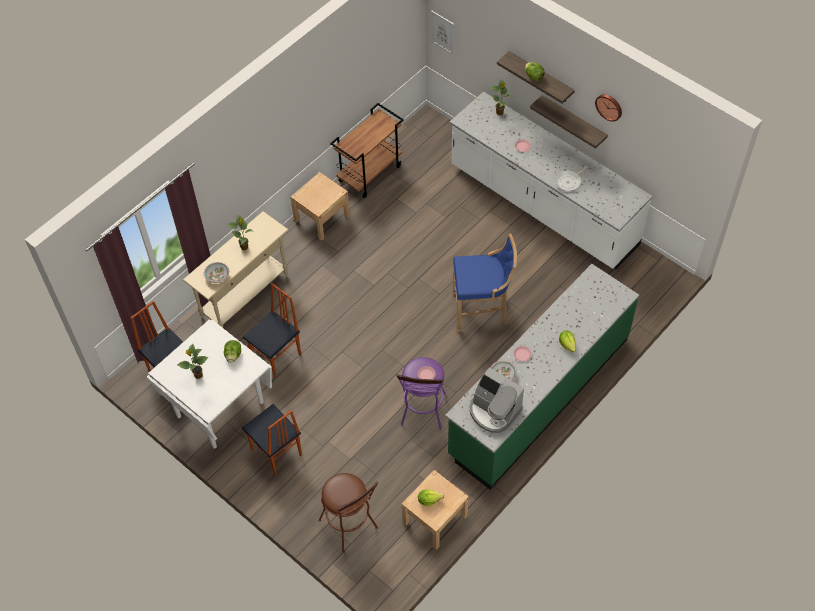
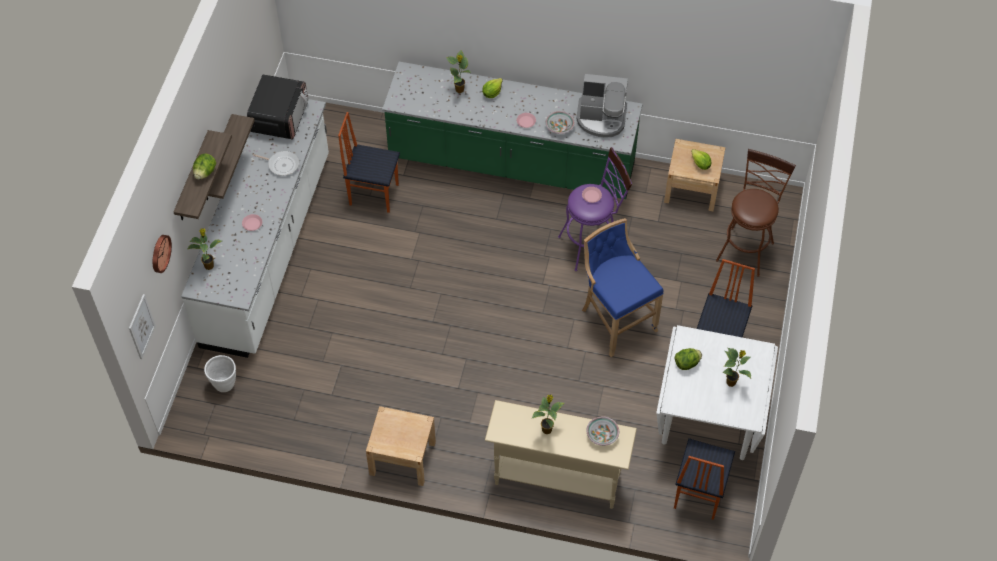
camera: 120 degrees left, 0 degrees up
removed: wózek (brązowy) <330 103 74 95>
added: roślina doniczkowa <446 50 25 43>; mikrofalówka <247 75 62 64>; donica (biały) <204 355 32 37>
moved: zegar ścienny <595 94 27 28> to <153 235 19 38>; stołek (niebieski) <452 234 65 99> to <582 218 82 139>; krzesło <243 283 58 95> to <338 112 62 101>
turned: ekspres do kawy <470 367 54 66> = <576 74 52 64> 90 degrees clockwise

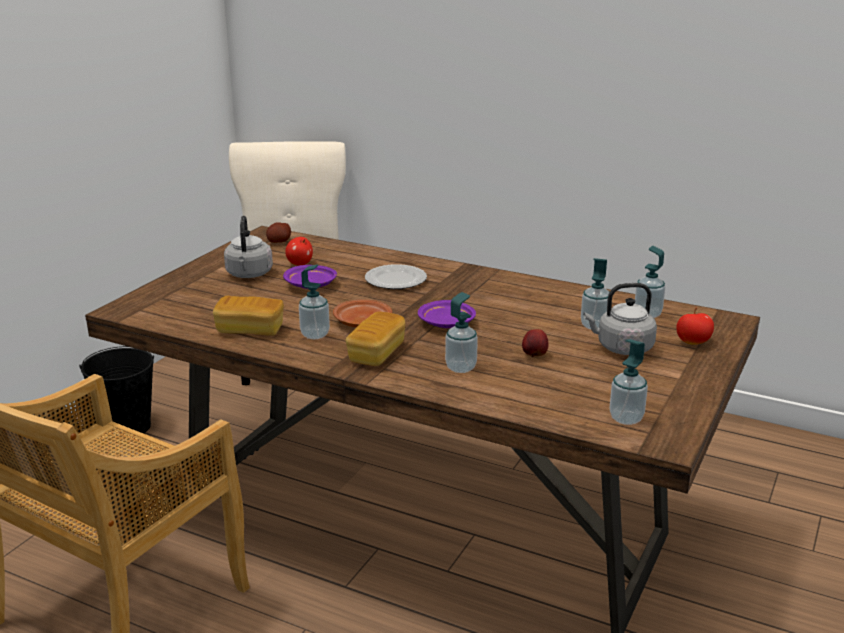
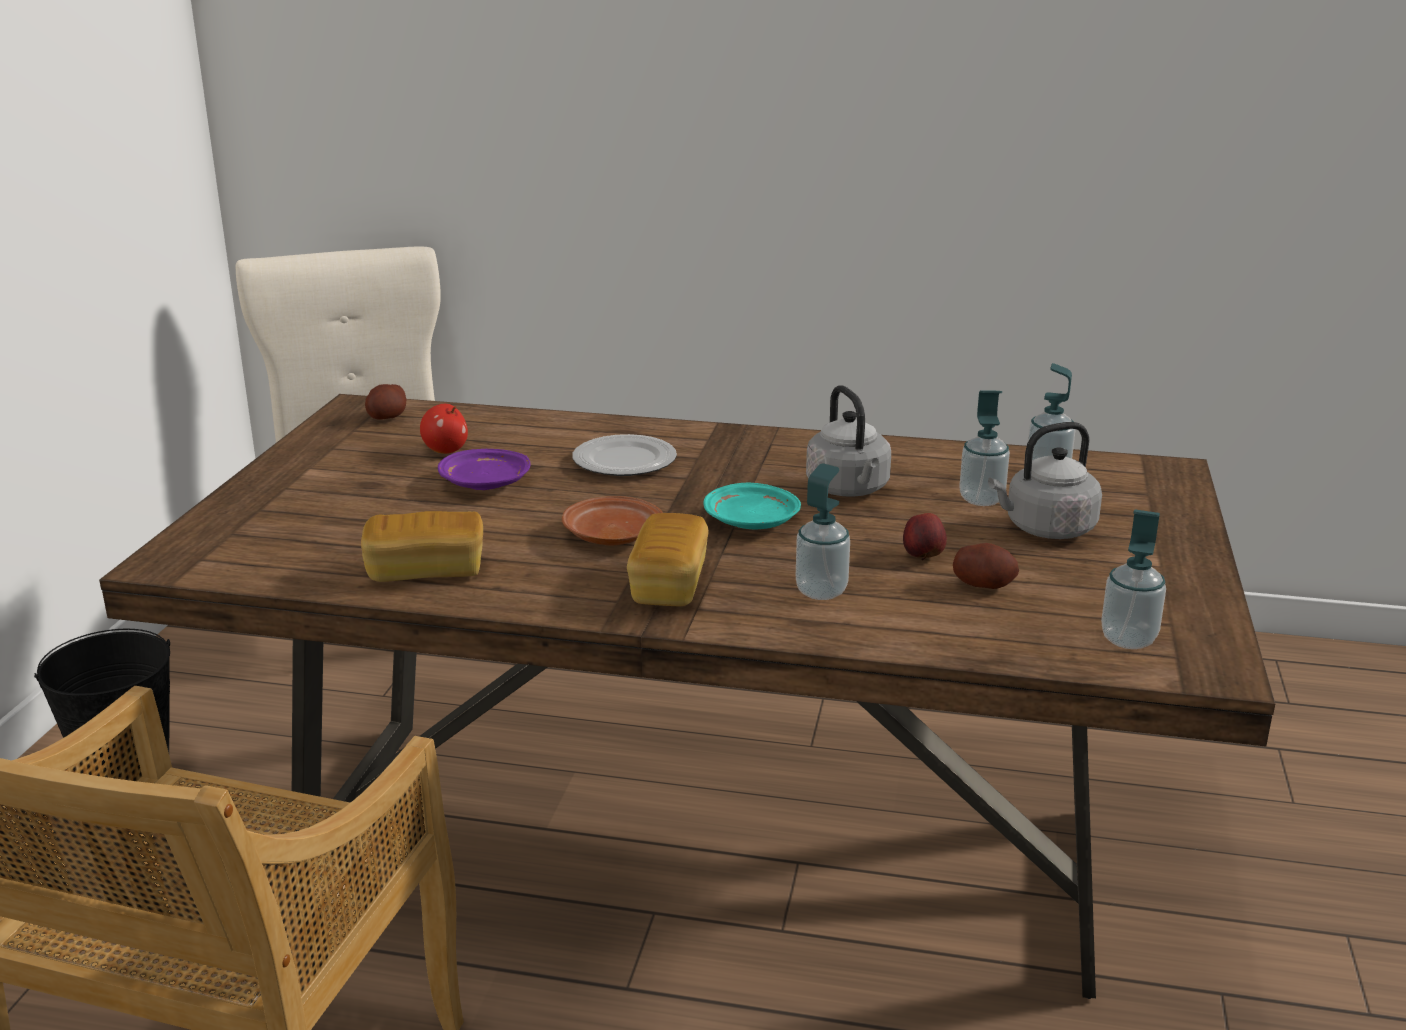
camera: 15 degrees left, 0 degrees up
removed: dozownik mydła <299 264 31 75>; jabłko <676 308 38 37>
added: ziemniak <953 543 66 46>
moved: czajnik (szary) <224 216 49 62> to <806 385 85 112>
recoloured: talerz (fioletowy) <418 300 58 28> to talerz (turkusowy) <704 483 97 47>

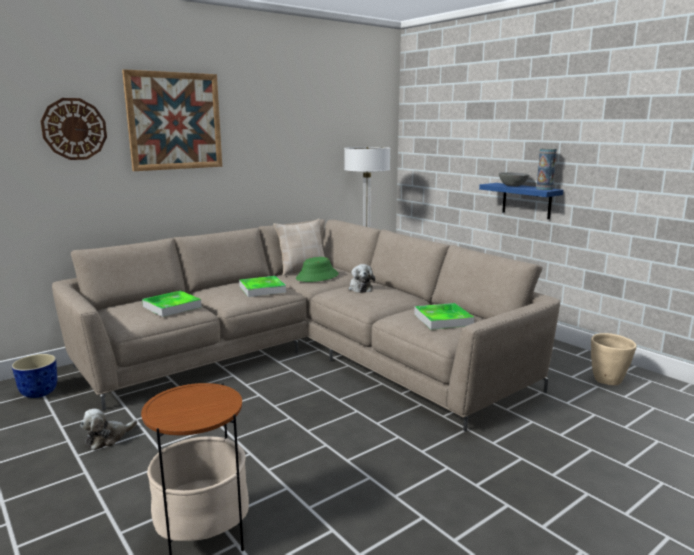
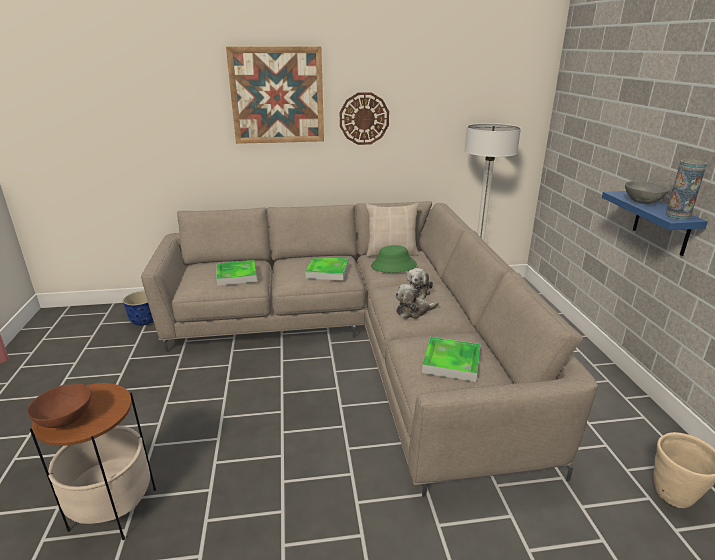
camera: 30 degrees right, 10 degrees up
added: miska (brązowy) <27 384 64 44>
moved: zegar ścienny <41 98 66 62> to <340 92 49 53>; pluszak <80 409 57 41> to <395 284 44 35>

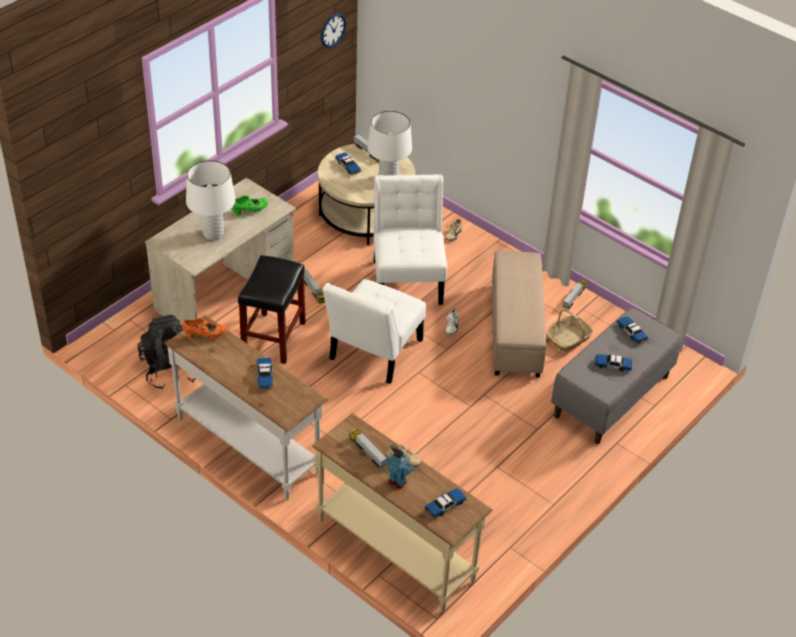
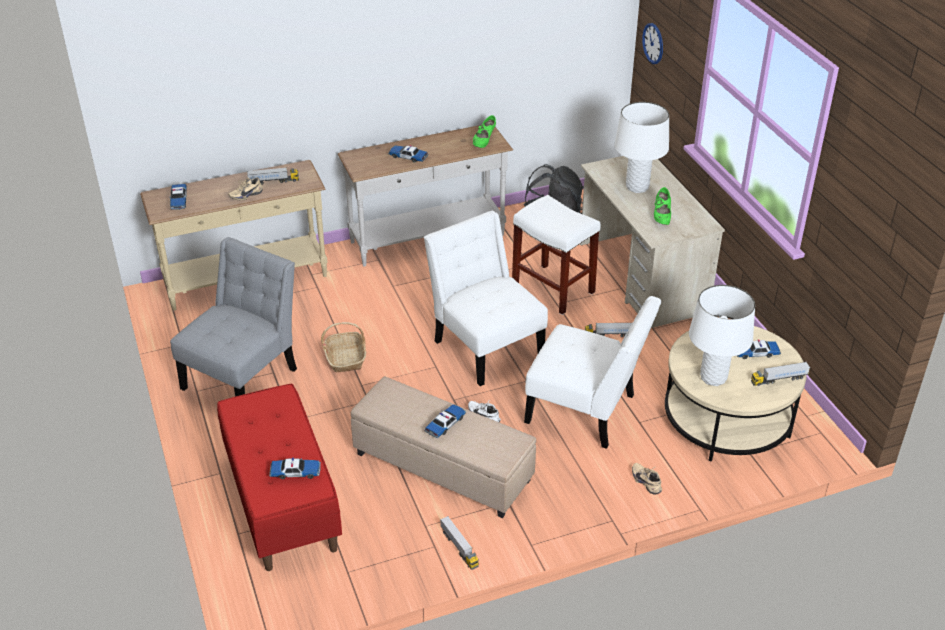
camera: 120 degrees right, 5 degrees down
removed: robot zabawkowy <386 449 28 40>
added: krzesło (szary) <170 237 127 159>
moved: zegar ścienny <321 13 25 35> to <642 23 21 41>; koszyk <547 309 46 43> to <321 322 45 51>; samochodzik <594 354 39 17> to <424 404 42 34>
recoloured: stołek (czarny) <238 255 68 109> to stołek (biały) <512 195 89 120>; ławka (szary) <551 307 131 137> to ławka (czerwony) <217 384 125 187>; but (pomarańczowy) <182 318 45 21> to but (zielony) <473 115 23 33>

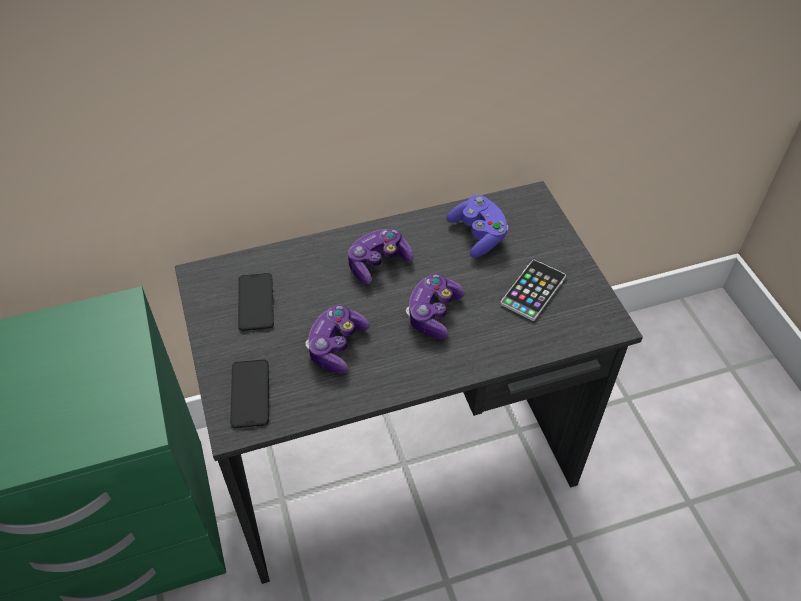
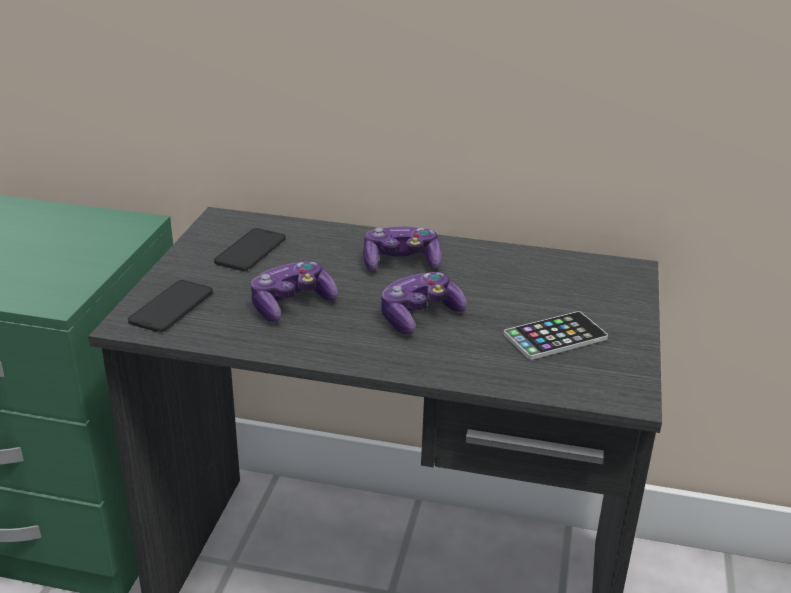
camera: 30 degrees right, 20 degrees down
removed: pad do gier (fioletowy) <447 195 62 63>

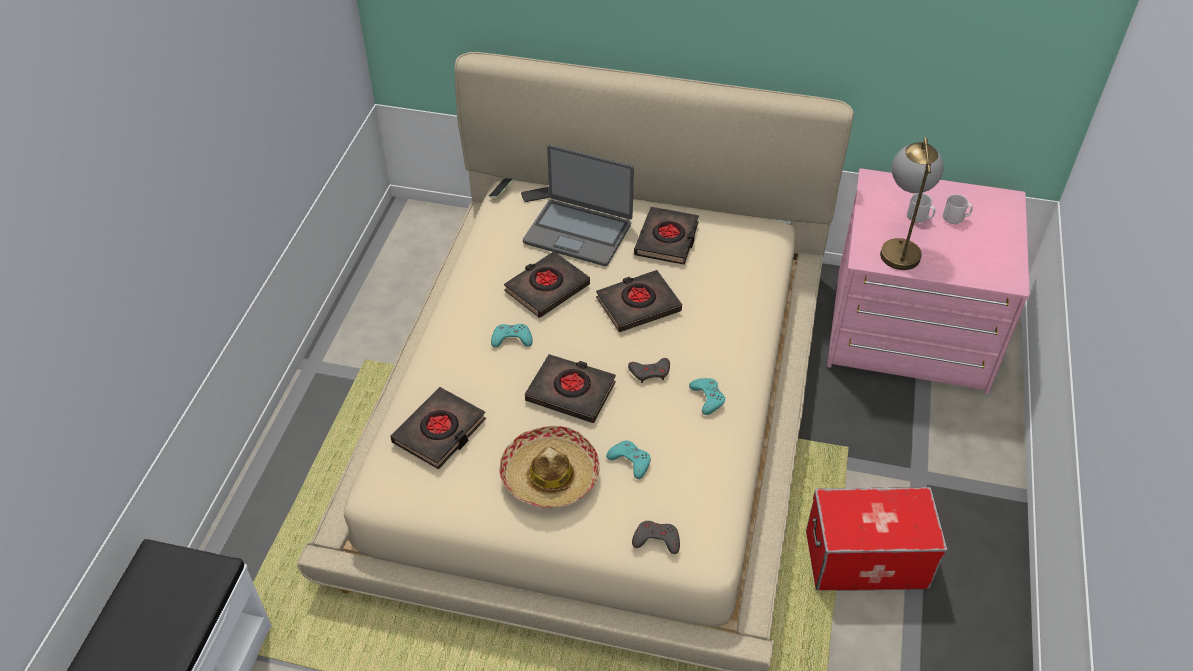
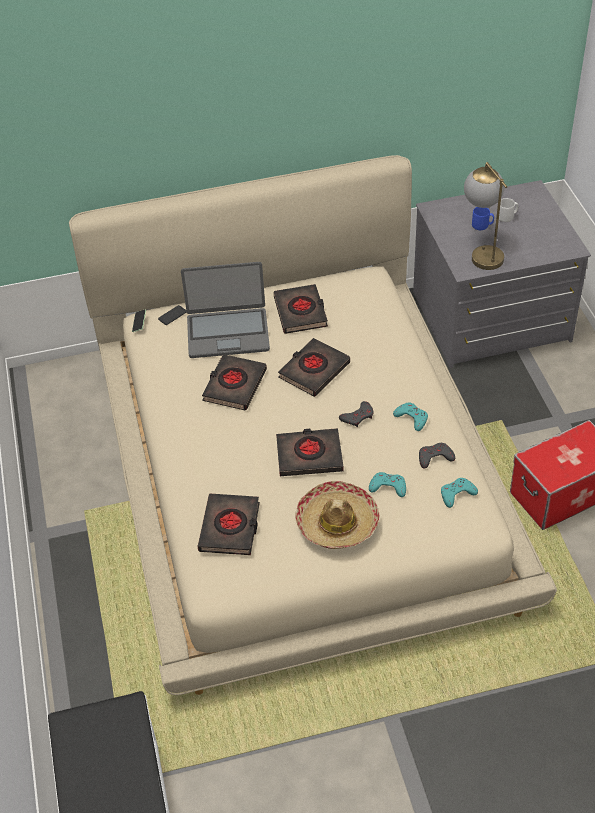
camera: 25 degrees left, 0 degrees up
moved: pad do gier (turkusowy) <491 324 41 24> to <441 478 37 30>; pad do gier (szary) <632 521 48 33> to <419 443 36 25>
recoloured: komoda (różowy) <827 168 203 226> to komoda (szary) <413 180 178 188>; kubek (szary) <907 193 29 30> to kubek (niebieski) <472 207 22 23>

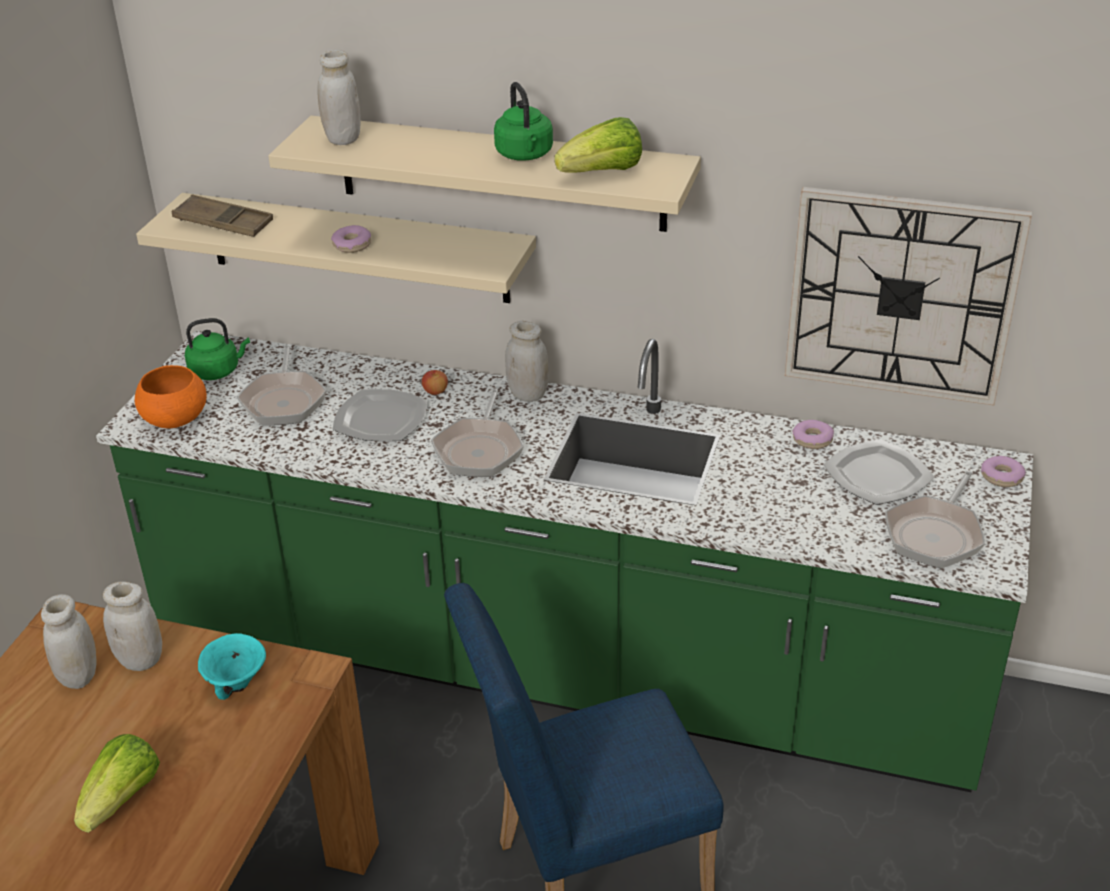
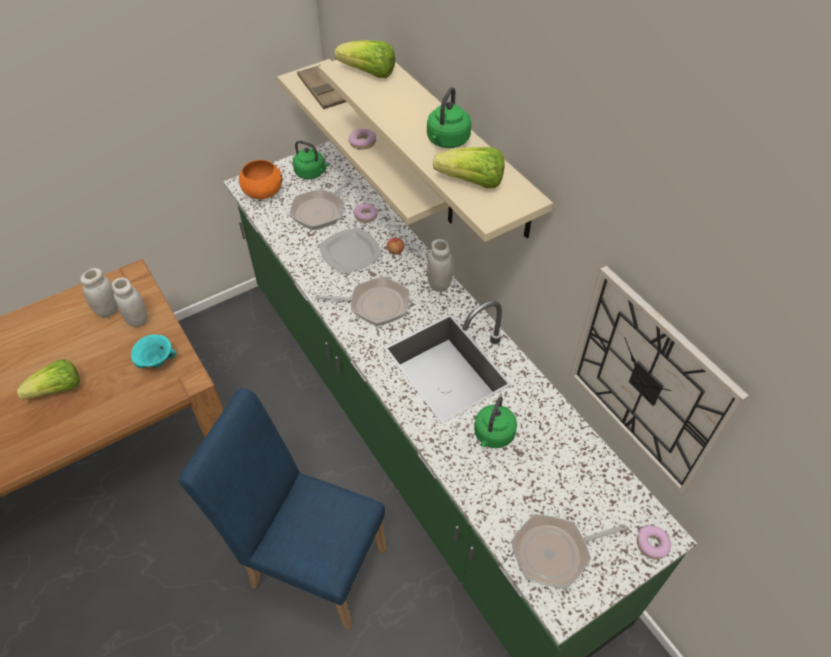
camera: 40 degrees right, 15 degrees up
removed: talerz <823 439 111 66>
added: czajnik (zielony) <474 396 43 52>
moved: donut <792 420 42 29> to <354 203 23 20>
replaced: słoik (biały) <317 50 44 95> to sałata <334 40 61 38>
turned: patelnia <431 389 93 88> = <315 276 94 50> 135 degrees counterclockwise

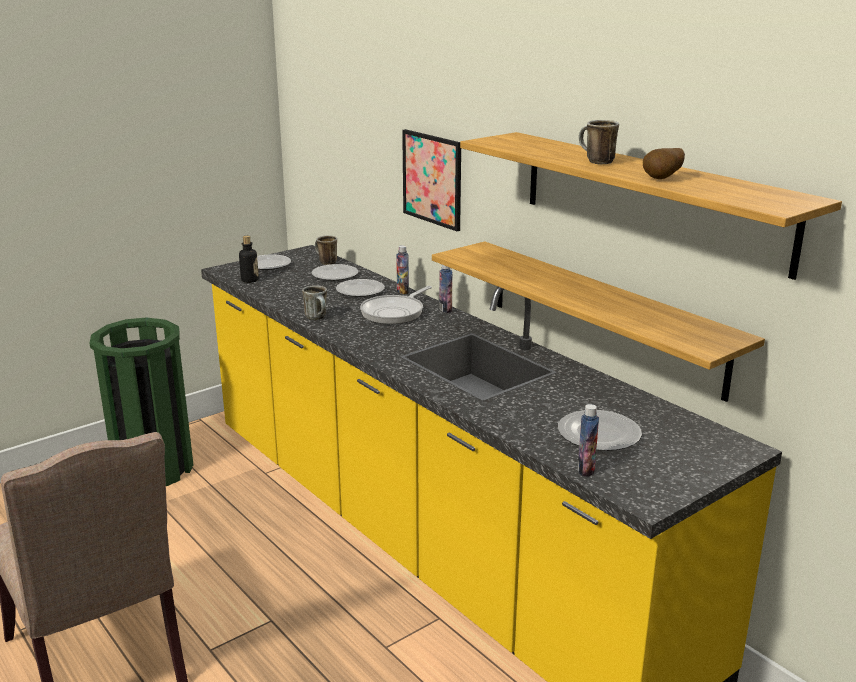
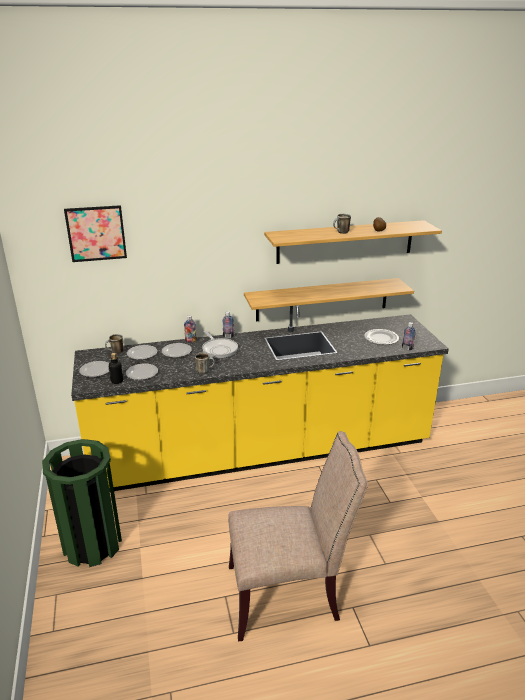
camera: 65 degrees left, 5 degrees up
added: talerz <126 363 32 17>
moved: obraz <402 129 59 102> to <64 205 63 57>

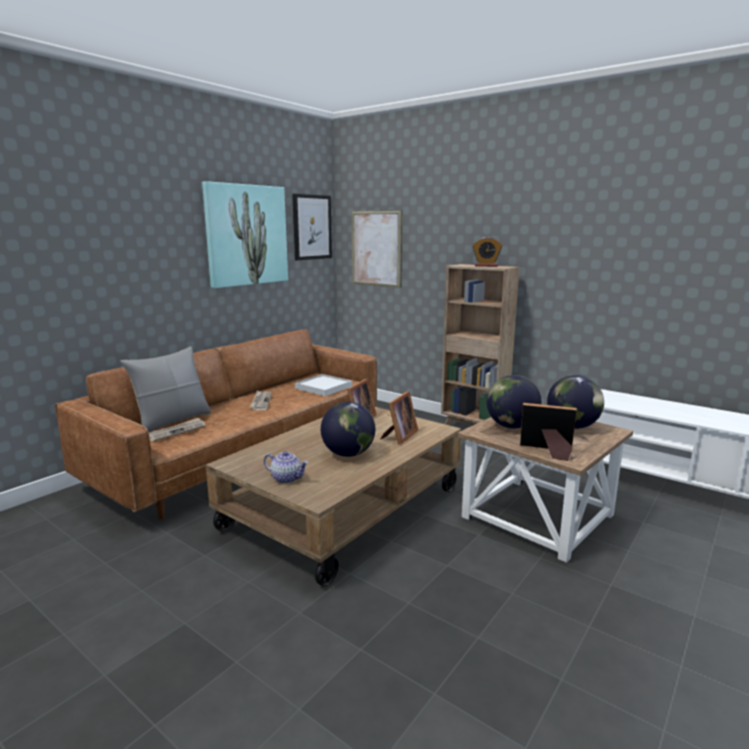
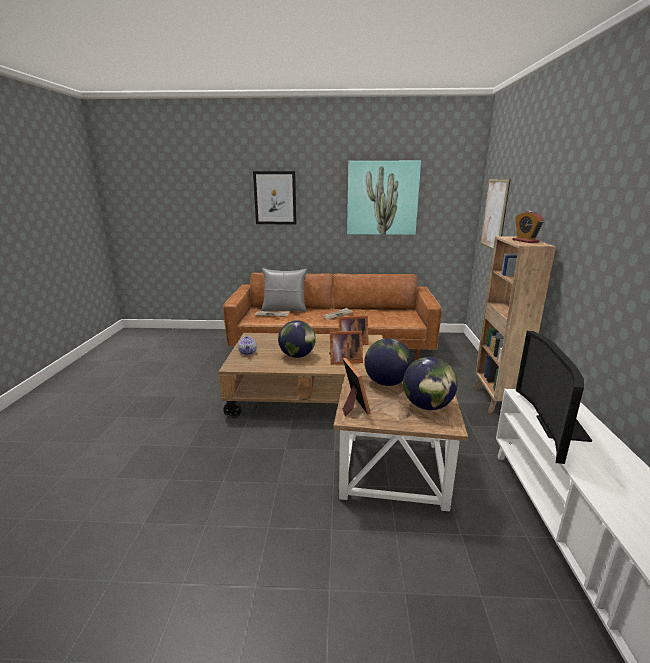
camera: 55 degrees right, 5 degrees up
removed: taca (biały) <295 374 57 22>
added: telewizor <516 331 76 133>
moved: obraz <292 194 40 66> to <253 171 44 53>

